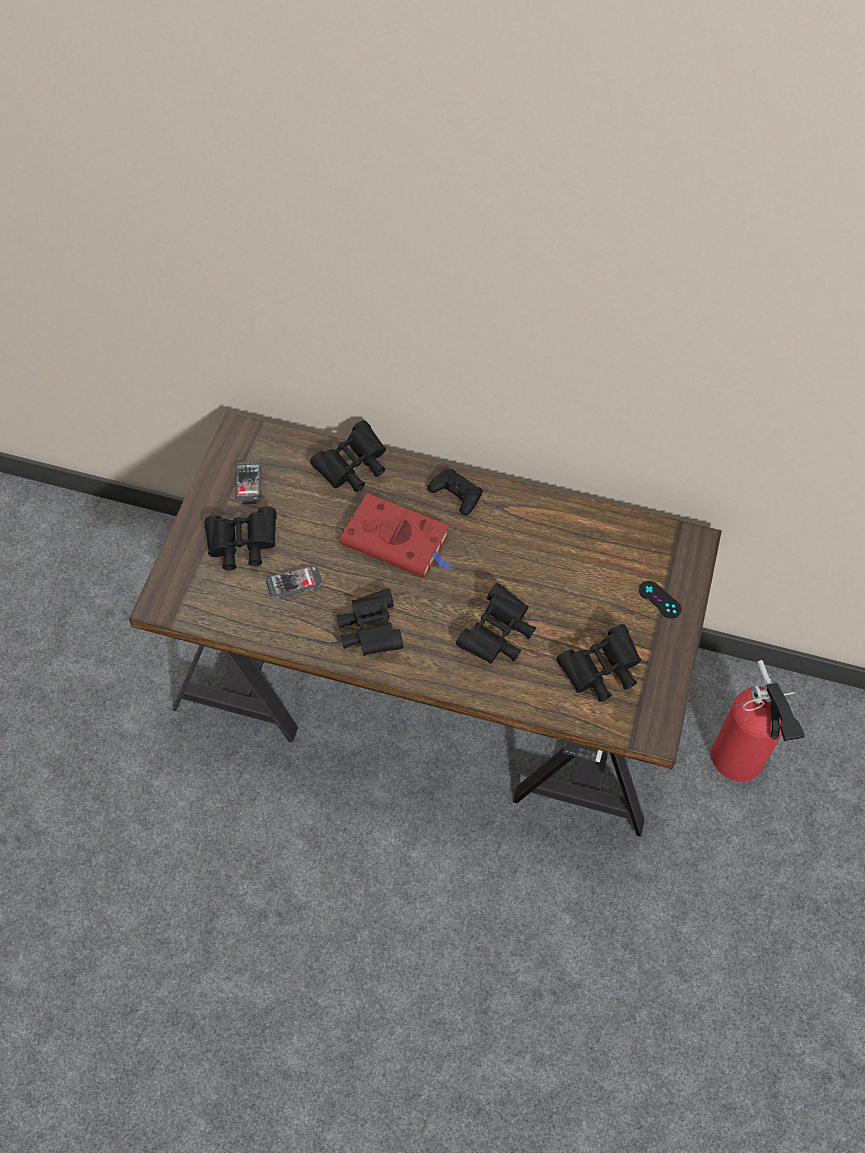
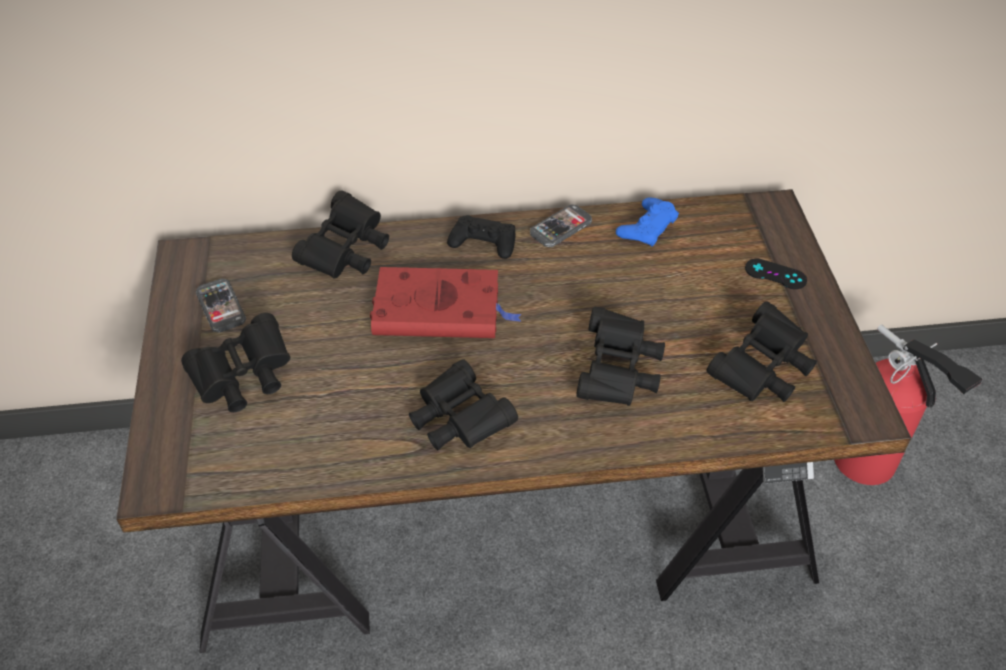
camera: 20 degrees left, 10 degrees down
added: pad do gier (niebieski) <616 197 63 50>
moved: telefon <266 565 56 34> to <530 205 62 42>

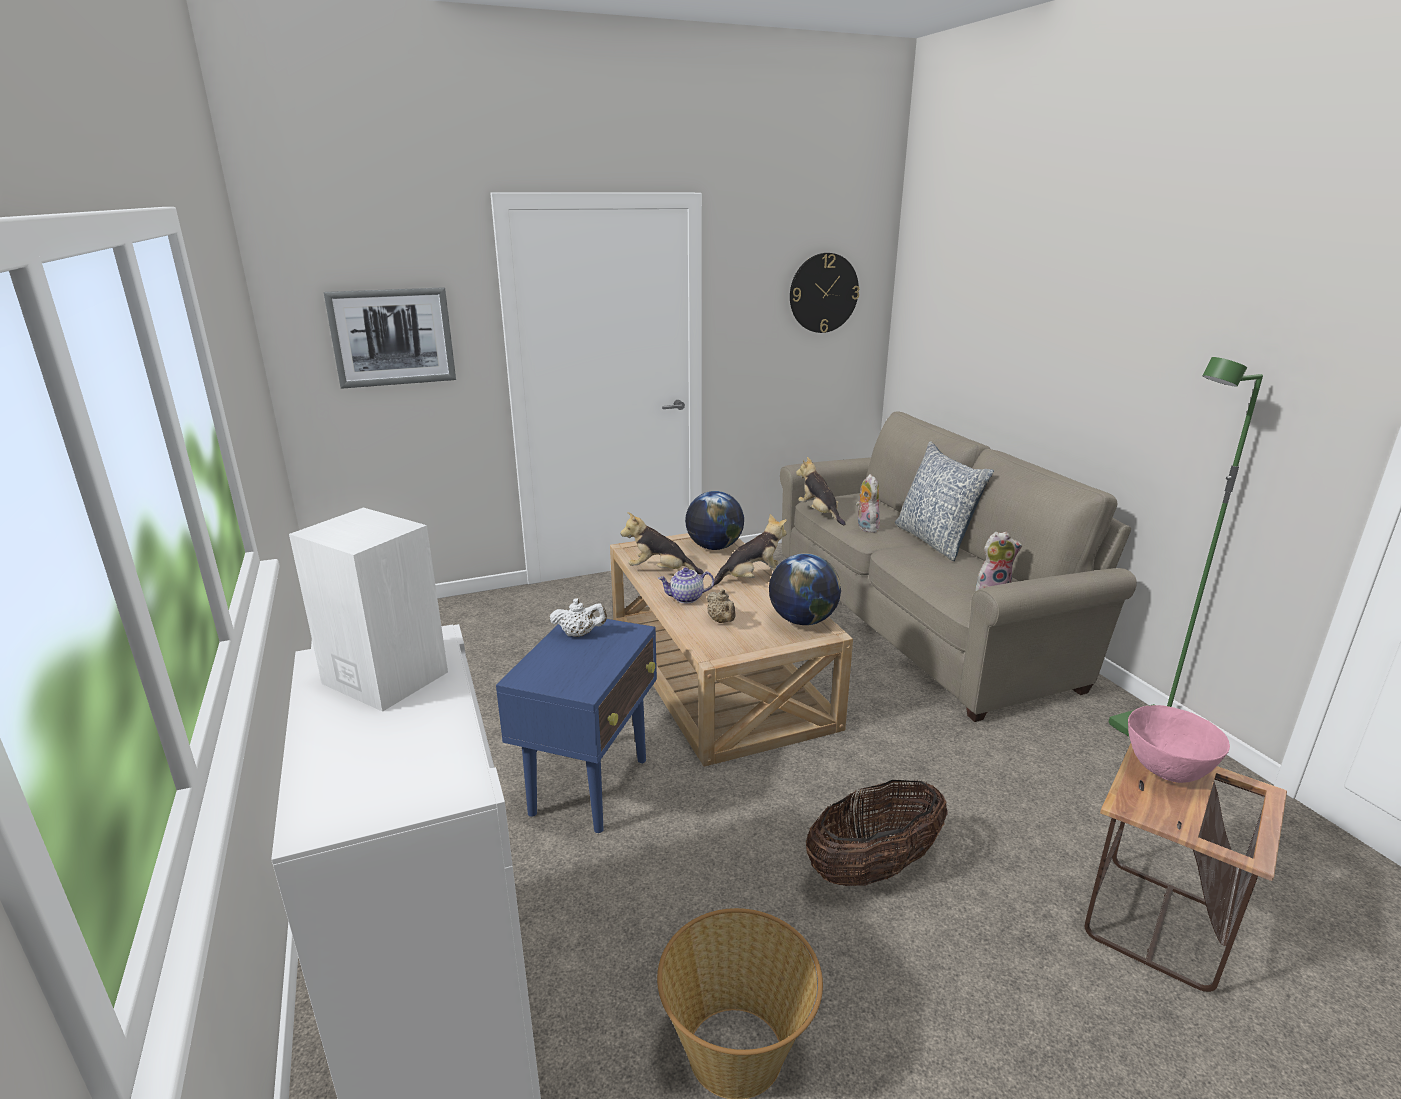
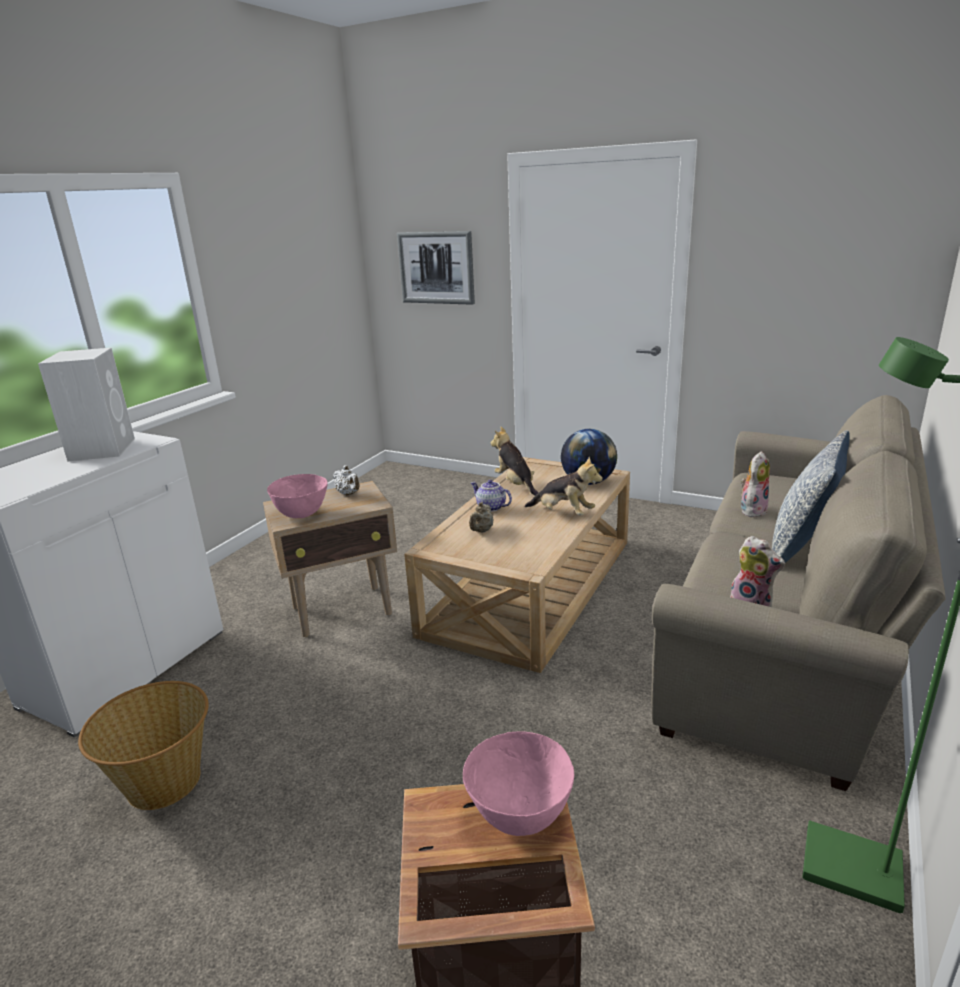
camera: 50 degrees right, 0 degrees up
removed: zegar ścienny <790 253 69 80>; pluszak <796 457 49 68>; globus <769 553 72 72>; koszyk <806 779 142 107>
added: miska (różowy) <267 474 61 44>
recoloured: stolik (niebieski) <496 619 161 214> to stolik (beżowy) <263 481 134 156>

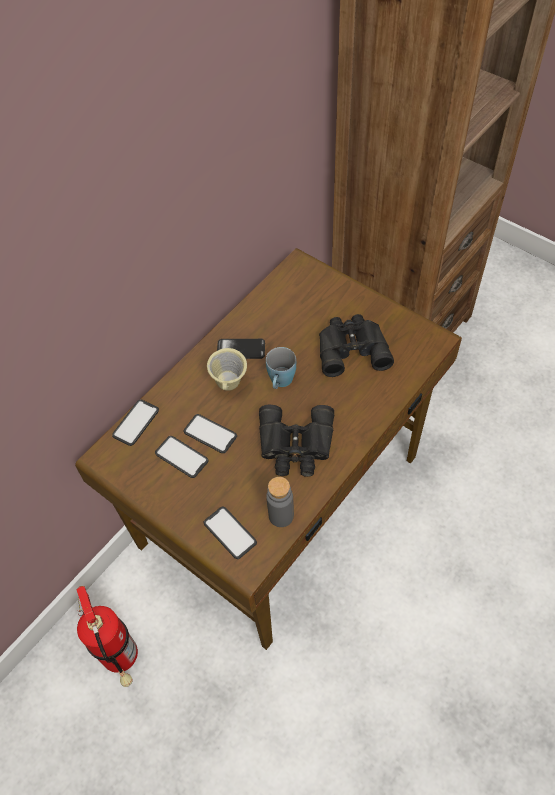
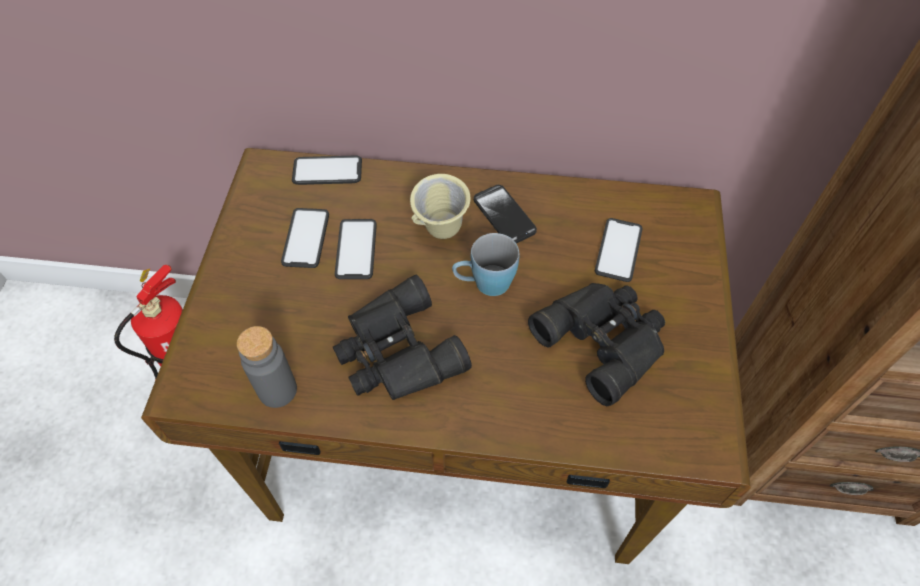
camera: 55 degrees right, 0 degrees up
moved: telefon <204 507 53 52> to <595 218 48 64>

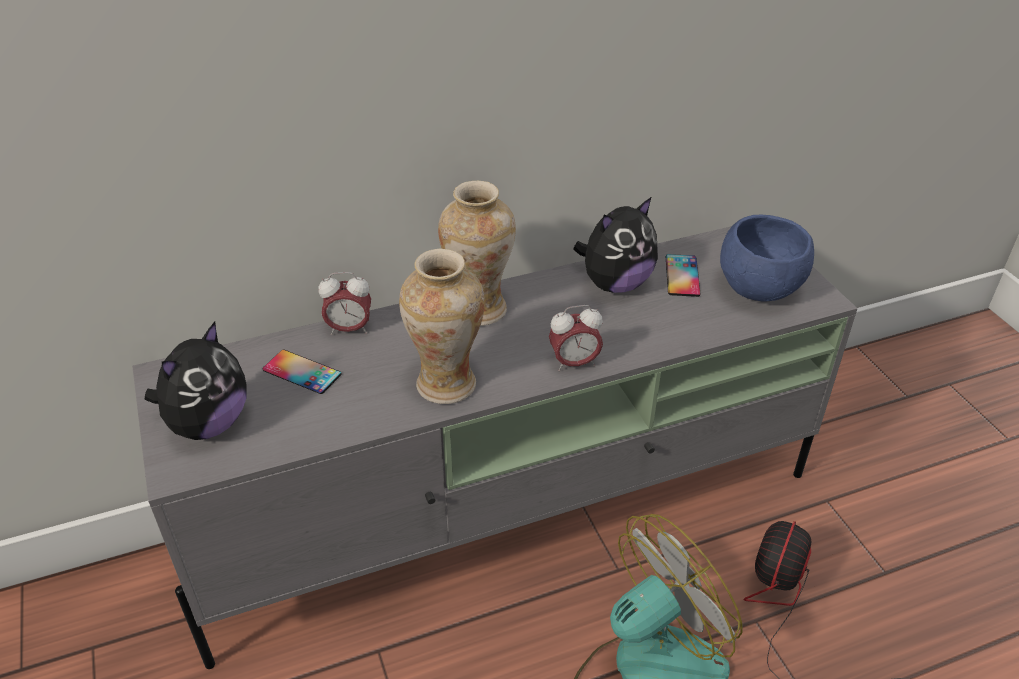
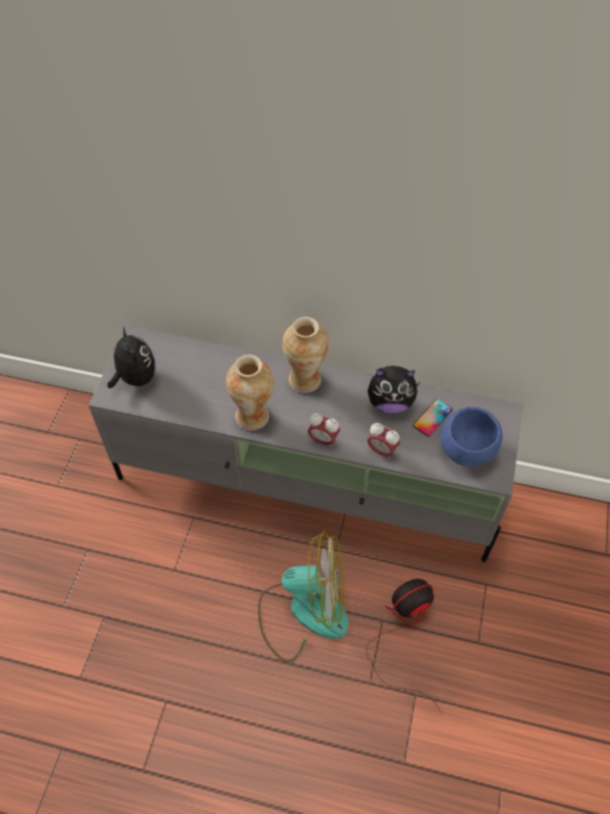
camera: 35 degrees right, 15 degrees up
removed: telefon <263 350 79 44>
moved: budzik <318 272 53 63> to <367 423 33 37>
turned: pluszak <145 321 102 119> = <107 326 49 62> 90 degrees counterclockwise

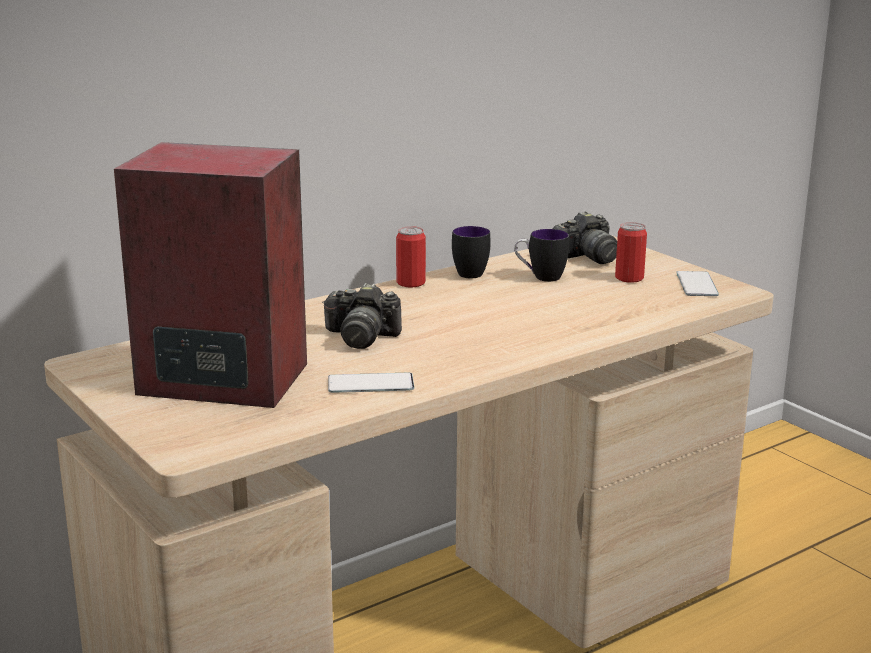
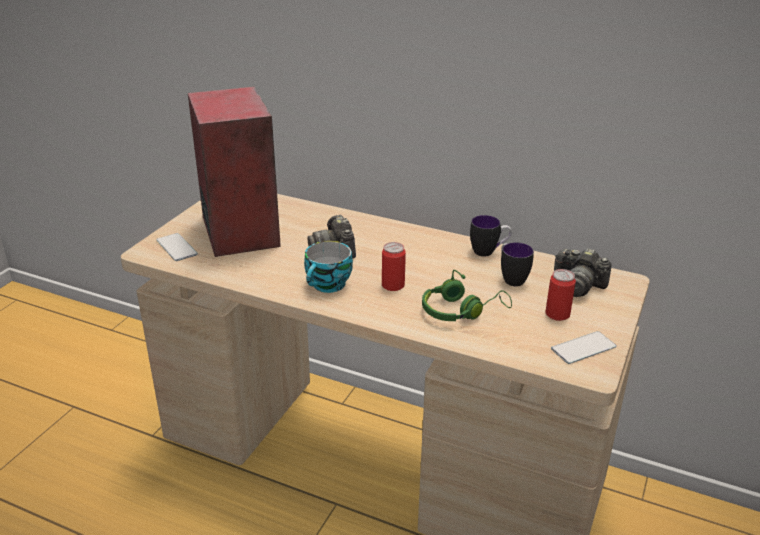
camera: 60 degrees right, 10 degrees up
added: filiżanka <304 241 49 52>; słuchawki (zielony) <422 270 90 51>
moved: puszka <396 226 30 62> to <382 242 24 49>; telefon <328 372 86 21> to <156 233 42 28>

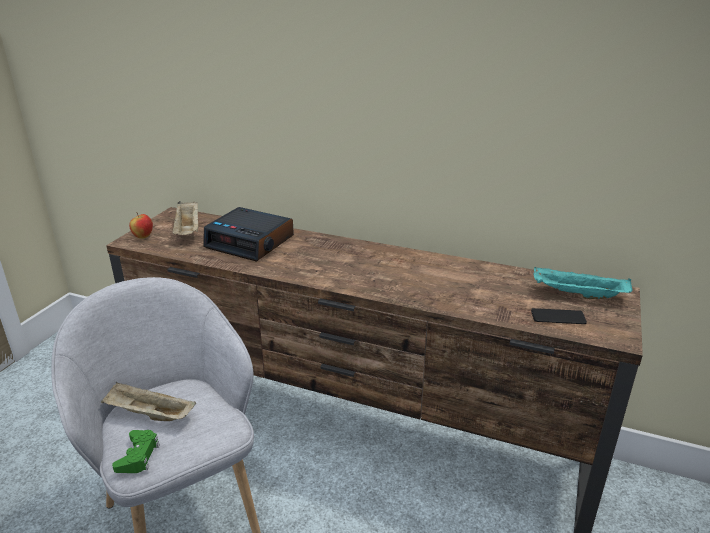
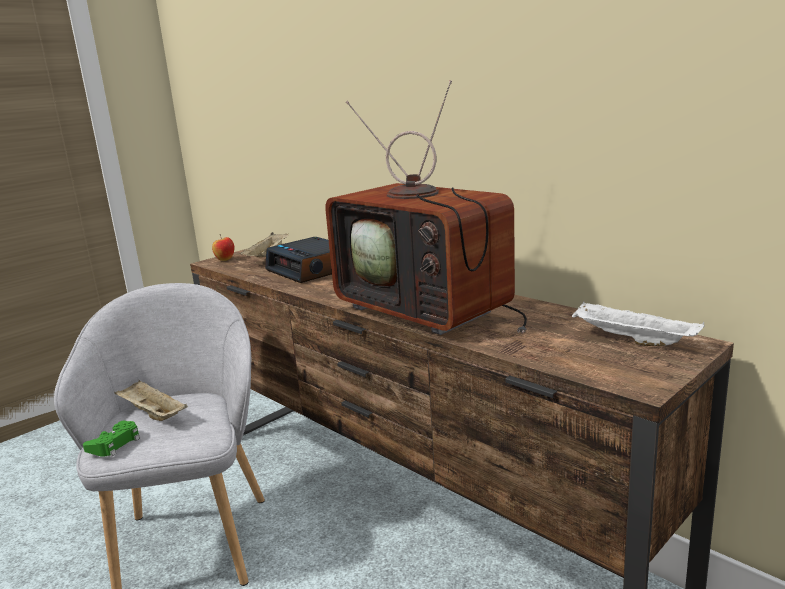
camera: 25 degrees right, 10 degrees down
removed: telefon <531 308 56 16>
added: telewizor <325 80 202 255>
recoloured: taca (turkusowy) <534 266 99 33> to taca (biały) <572 302 132 44>

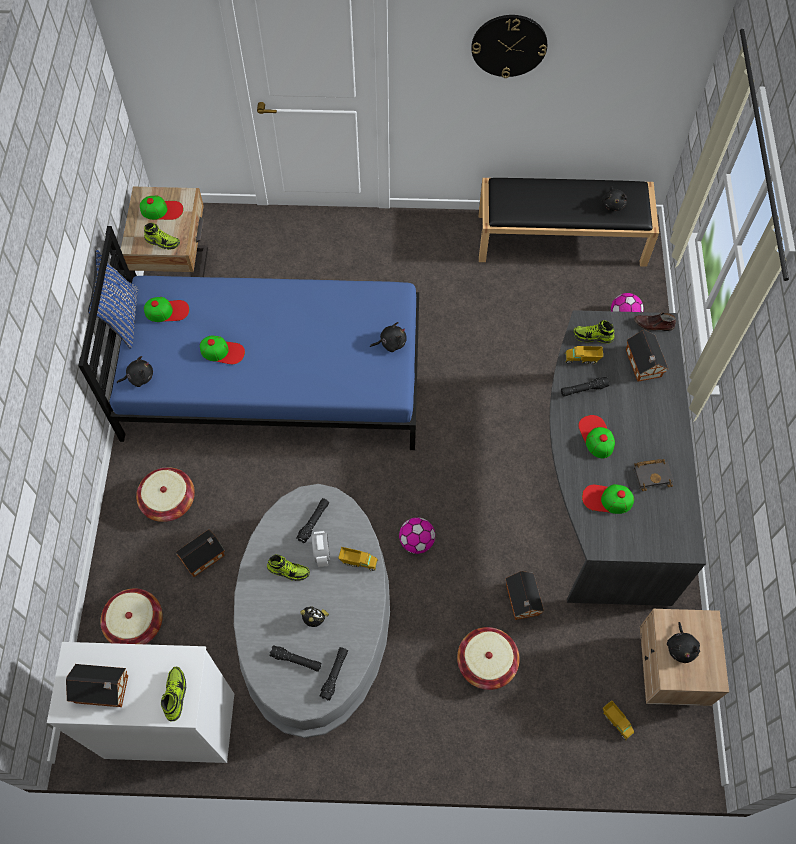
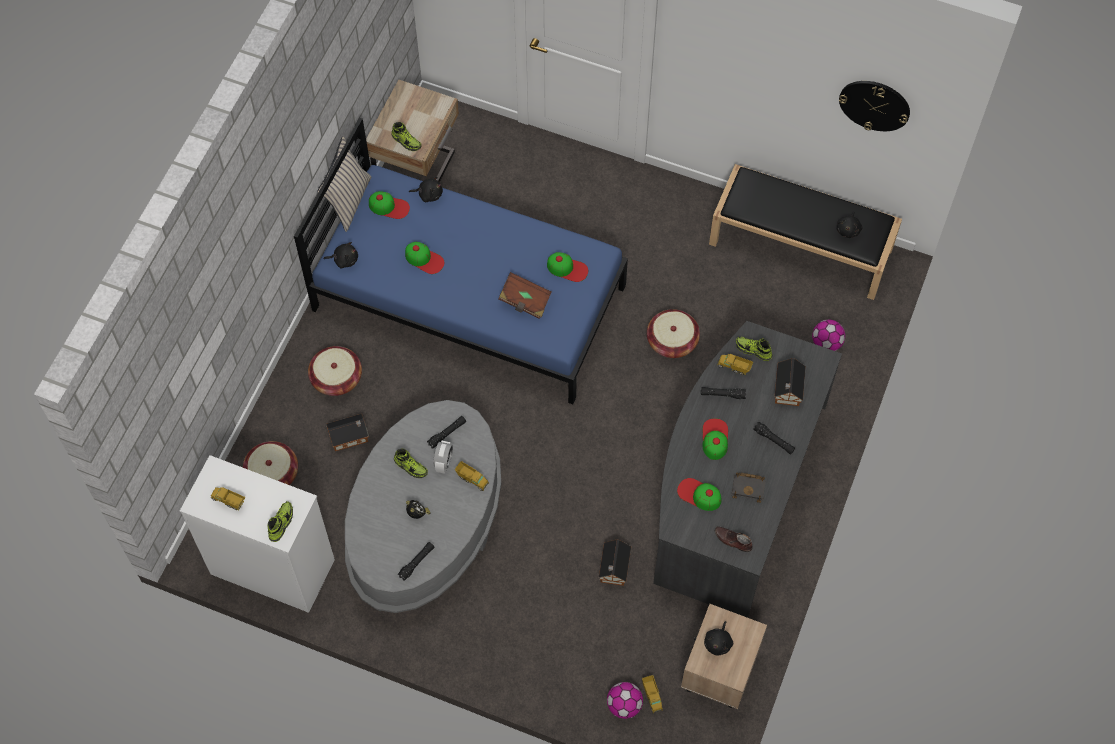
camera: 20 degrees right, 0 degrees up
added: książka (brązowy) <498 272 53 47>
moved: zegar ścienny <472 15 75 63> to <839 81 71 50>; czapka z daszkiem <140 196 43 24> to <547 252 41 30>; but (brązowy) <634 312 42 19> to <715 527 38 25>; pluszak (czarny) <370 322 37 30> to <409 177 34 26>; piłka futbolowa <399 517 36 37> to <607 682 36 37>; koszyk <457 627 63 63> to <647 309 53 49>; latarka (czarny) <269 645 52 27> to <753 422 42 32>
replaced: domek <66 664 62 43> to ciężarówka zabawkowa <211 487 34 24>
recoloured: poduszka (niebieski) <88 249 50 100> to poduszka (beżowy) <317 136 54 96>

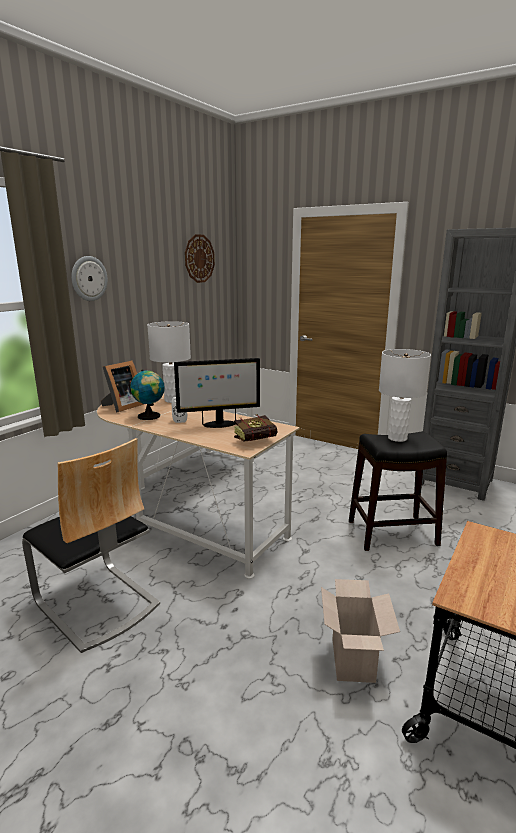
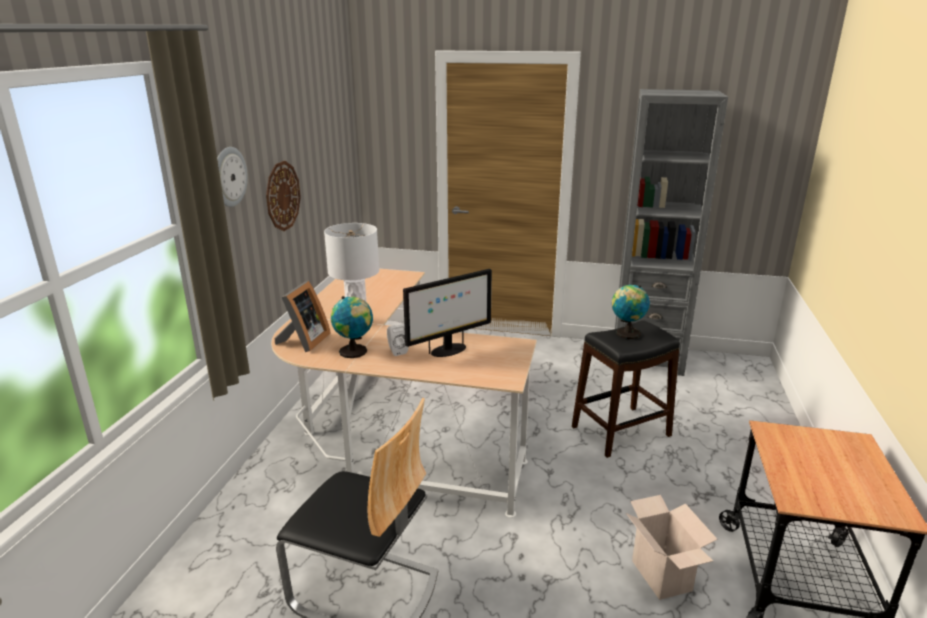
camera: 20 degrees left, 5 degrees up
removed: książka <234 414 43 28>
moved: zegar ścienny <185 234 30 49> to <266 161 35 70>
replaced: lampa stołowa (biały) <379 349 52 93> to globus <612 285 38 54>

